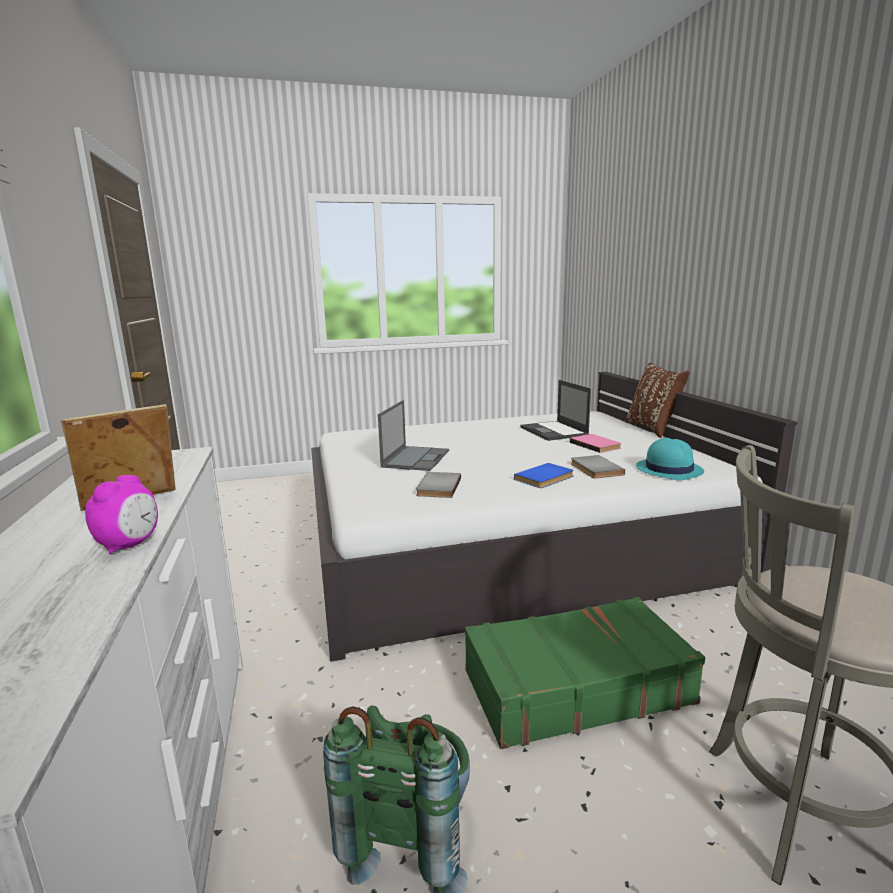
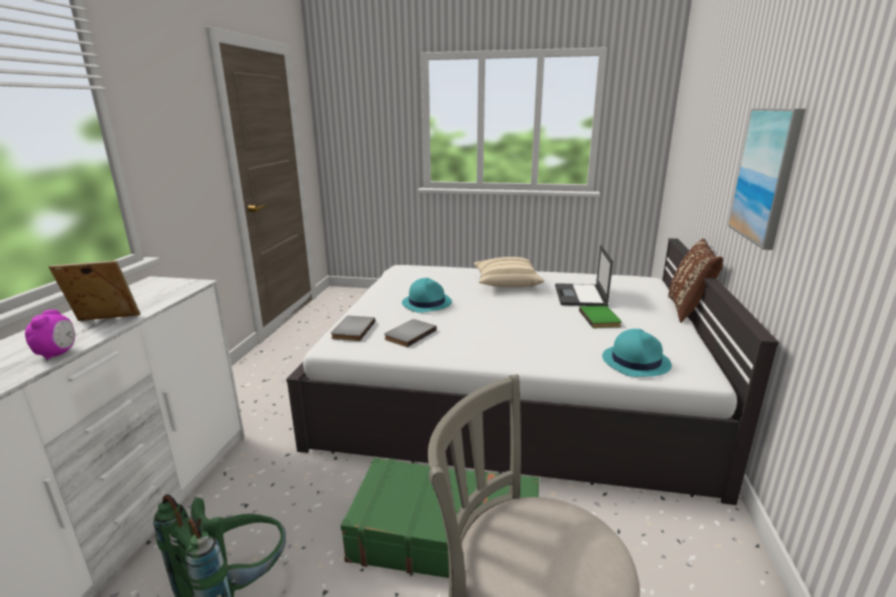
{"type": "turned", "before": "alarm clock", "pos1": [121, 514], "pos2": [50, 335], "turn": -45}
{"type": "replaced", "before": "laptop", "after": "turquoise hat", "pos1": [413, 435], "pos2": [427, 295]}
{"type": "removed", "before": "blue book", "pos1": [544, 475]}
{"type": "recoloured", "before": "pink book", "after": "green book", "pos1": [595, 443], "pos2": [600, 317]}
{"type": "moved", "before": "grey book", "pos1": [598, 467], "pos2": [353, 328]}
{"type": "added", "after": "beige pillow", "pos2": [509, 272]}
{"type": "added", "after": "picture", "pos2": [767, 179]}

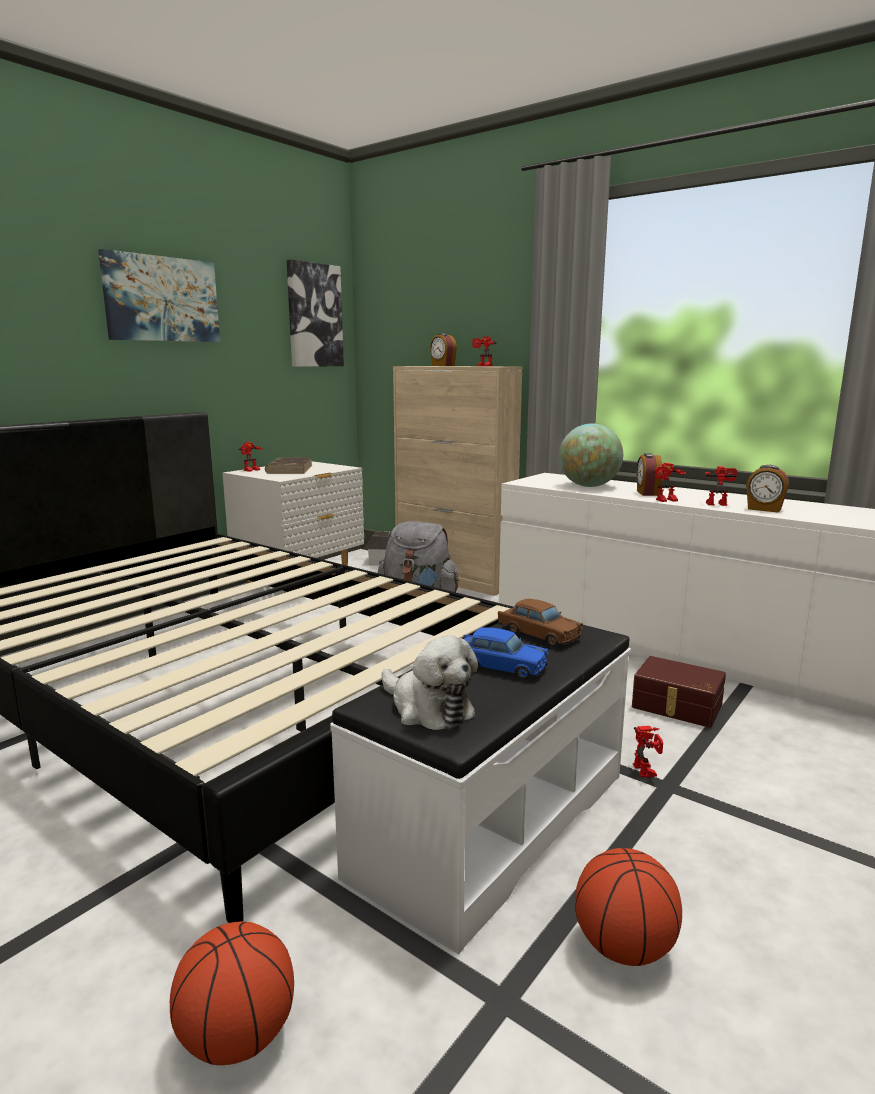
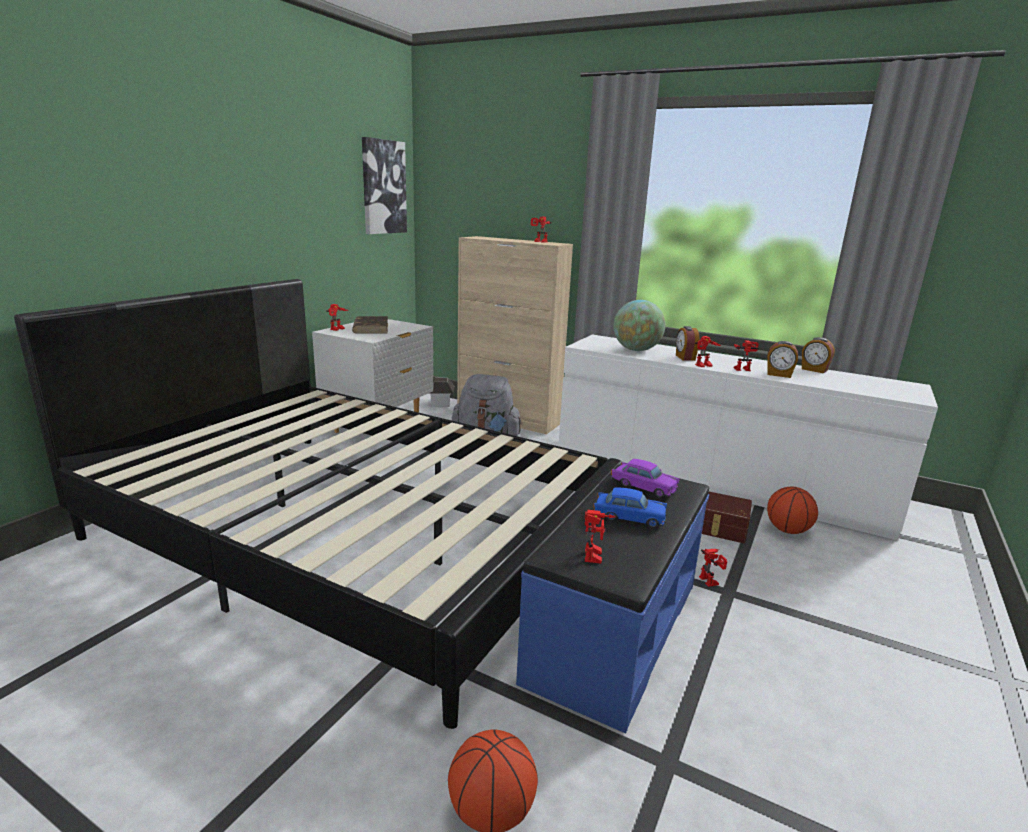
{"type": "removed", "before": "picture", "pos1": [159, 295]}
{"type": "recoloured", "before": "white bench", "after": "blue bench", "pos1": [480, 788], "pos2": [612, 599]}
{"type": "replaced", "before": "plush toy", "after": "toy robot", "pos1": [429, 683], "pos2": [600, 537]}
{"type": "moved", "before": "alarm clock", "pos1": [443, 349], "pos2": [818, 355]}
{"type": "recoloured", "before": "brown toy car", "after": "purple toy car", "pos1": [540, 623], "pos2": [645, 478]}
{"type": "moved", "before": "basketball", "pos1": [628, 907], "pos2": [792, 510]}

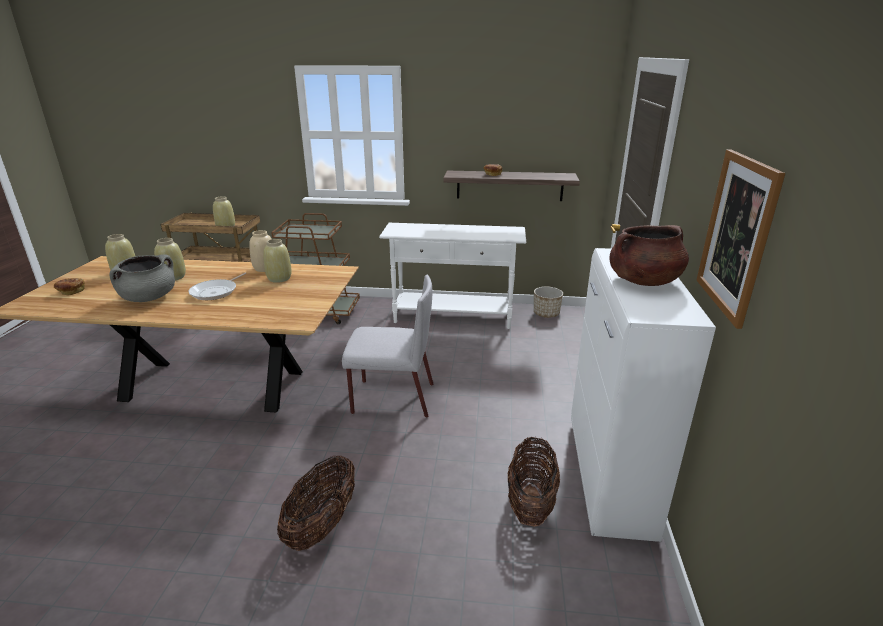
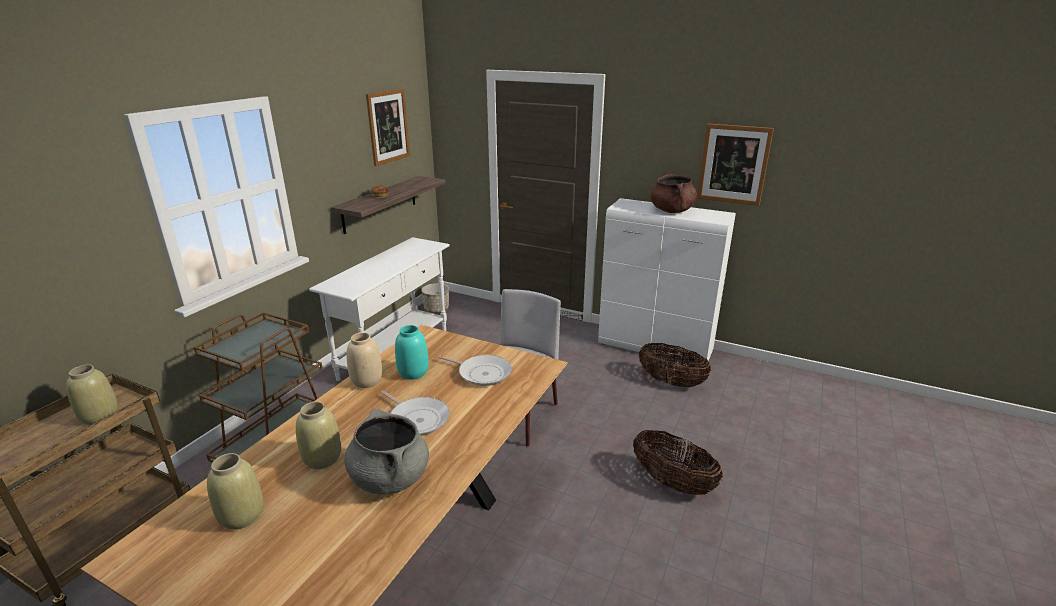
{"type": "removed", "before": "bread", "pos1": [69, 286]}
{"type": "recoloured", "before": "beige vase", "after": "turquoise vase", "pos1": [277, 261], "pos2": [412, 352]}
{"type": "added", "after": "picture", "pos2": [388, 127]}
{"type": "added", "after": "frying pan", "pos2": [475, 370]}

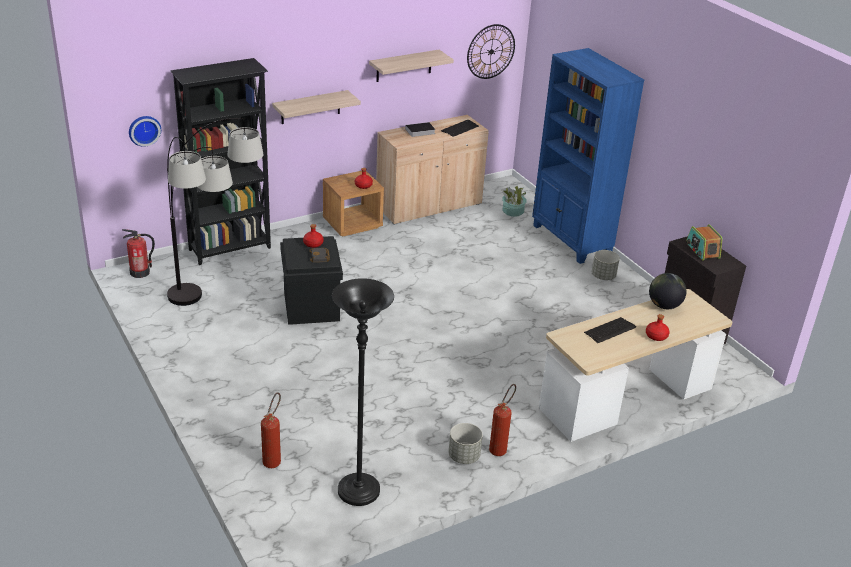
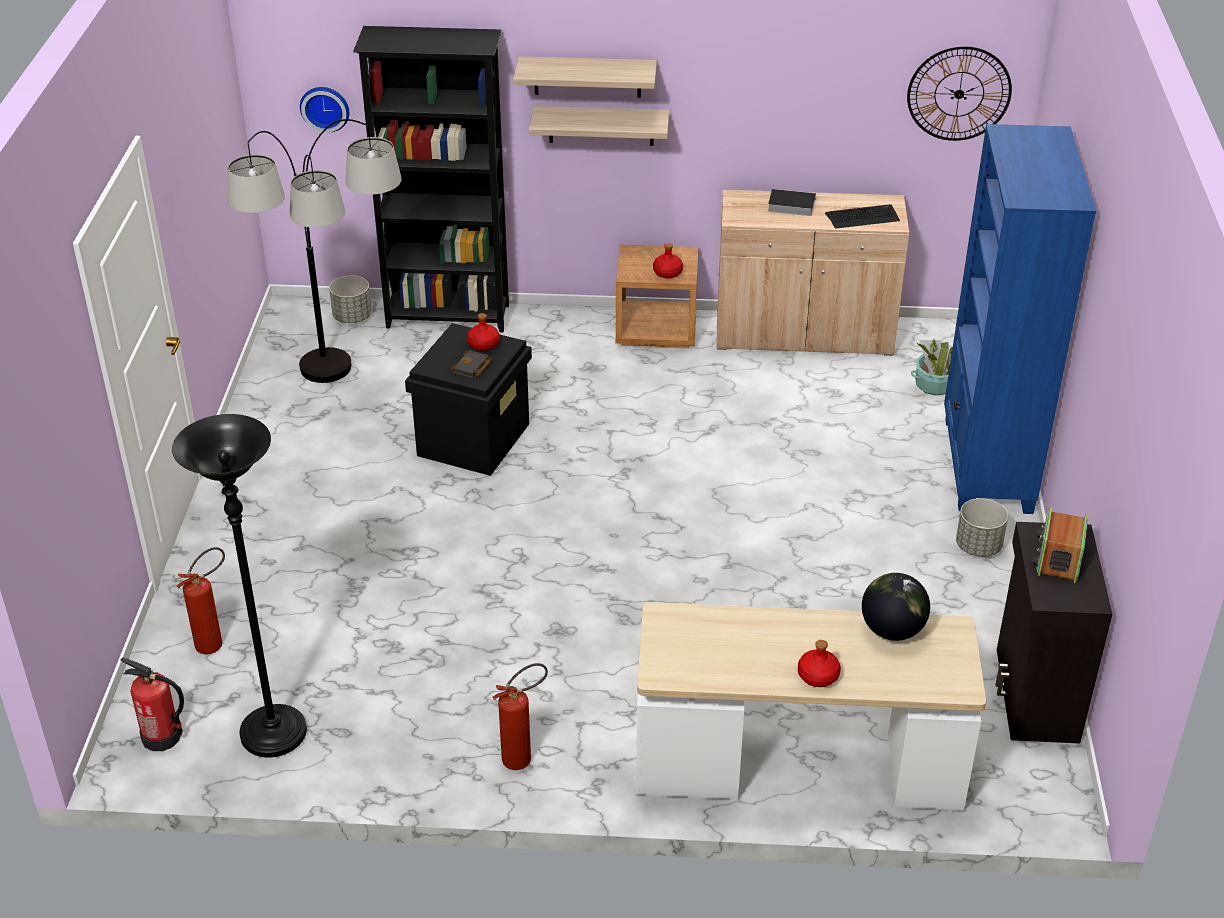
{"type": "moved", "before": "fire extinguisher", "pos1": [138, 253], "pos2": [152, 704]}
{"type": "moved", "before": "shelf", "pos1": [411, 66], "pos2": [585, 77]}
{"type": "moved", "before": "grey planter", "pos1": [465, 443], "pos2": [350, 299]}
{"type": "removed", "before": "keyboard", "pos1": [610, 330]}

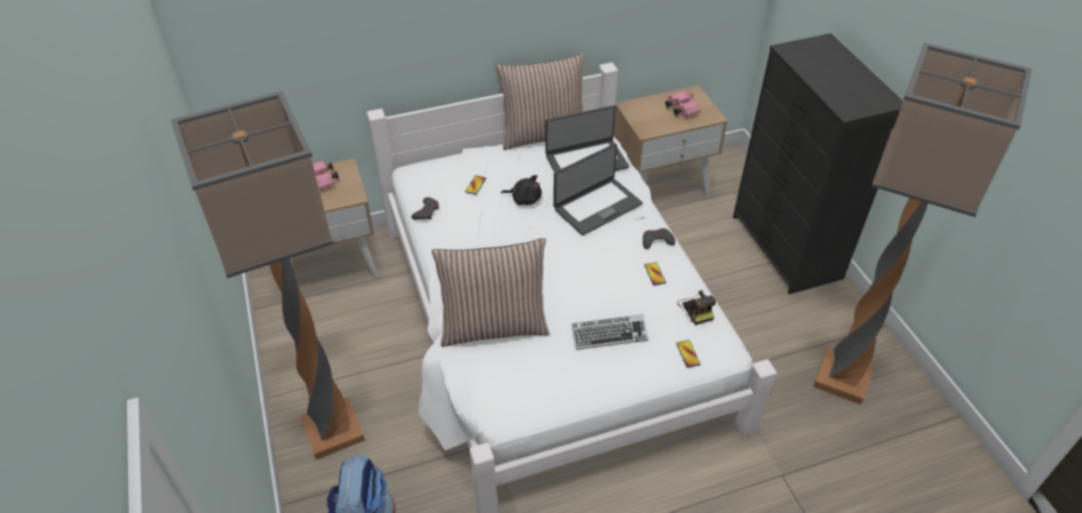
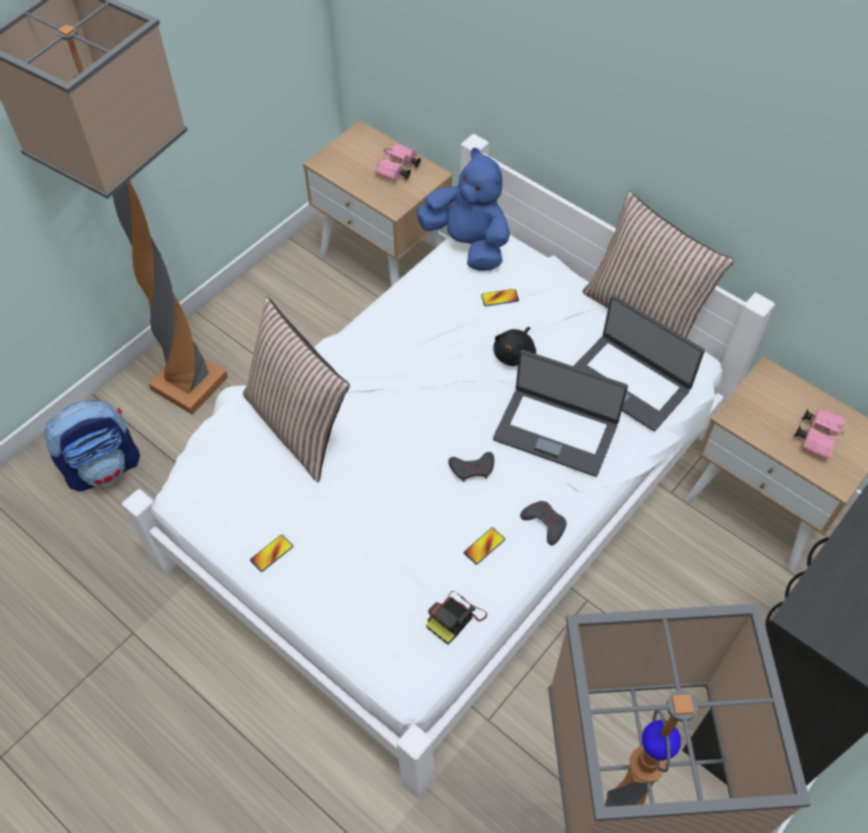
{"type": "moved", "before": "grey game controller", "pos1": [425, 208], "pos2": [471, 467]}
{"type": "turned", "before": "black plush toy", "pos1": [521, 190], "pos2": [514, 346], "turn": 45}
{"type": "removed", "before": "keyboard", "pos1": [610, 332]}
{"type": "moved", "before": "phone", "pos1": [688, 354], "pos2": [271, 553]}
{"type": "added", "after": "blue plush toy", "pos2": [463, 209]}

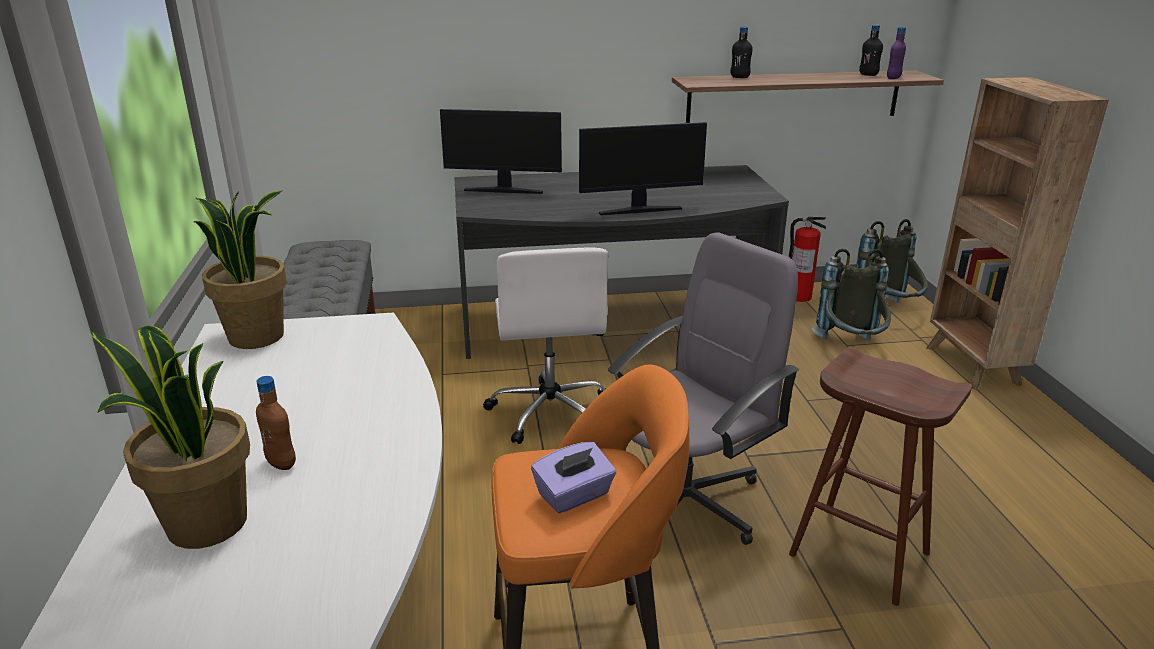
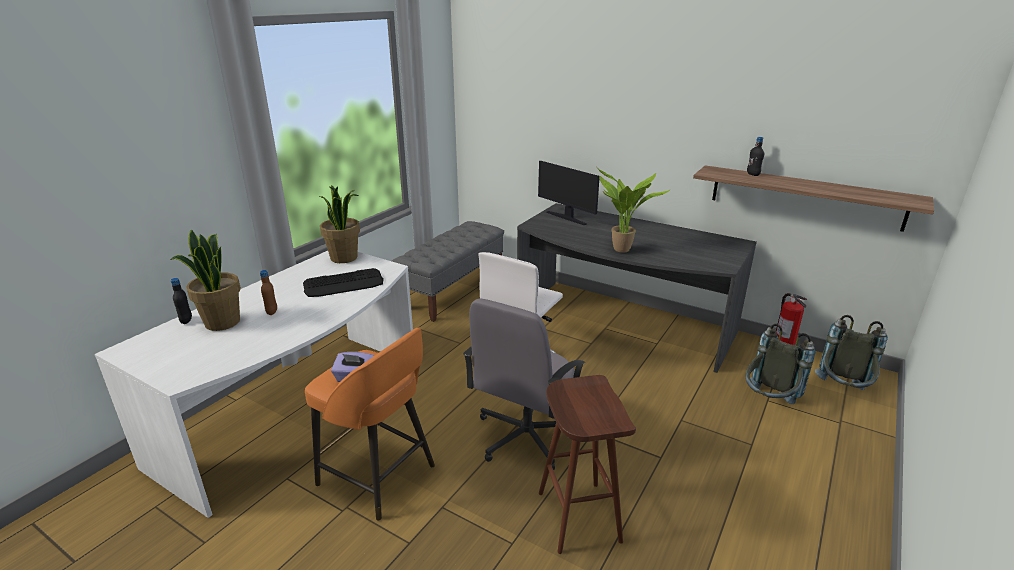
{"type": "replaced", "before": "monitor", "after": "potted plant", "pos1": [643, 168], "pos2": [634, 210]}
{"type": "turned", "before": "grey office chair", "pos1": [703, 389], "pos2": [524, 384], "turn": 120}
{"type": "moved", "before": "black bottle", "pos1": [871, 50], "pos2": [181, 301]}
{"type": "removed", "before": "purple bottle", "pos1": [896, 53]}
{"type": "removed", "before": "brown bookcase", "pos1": [1017, 233]}
{"type": "added", "after": "keyboard", "pos2": [343, 282]}

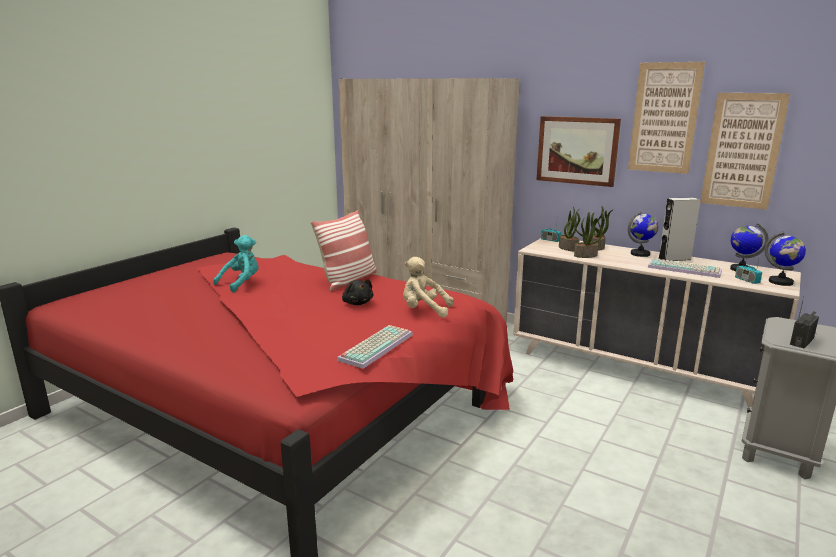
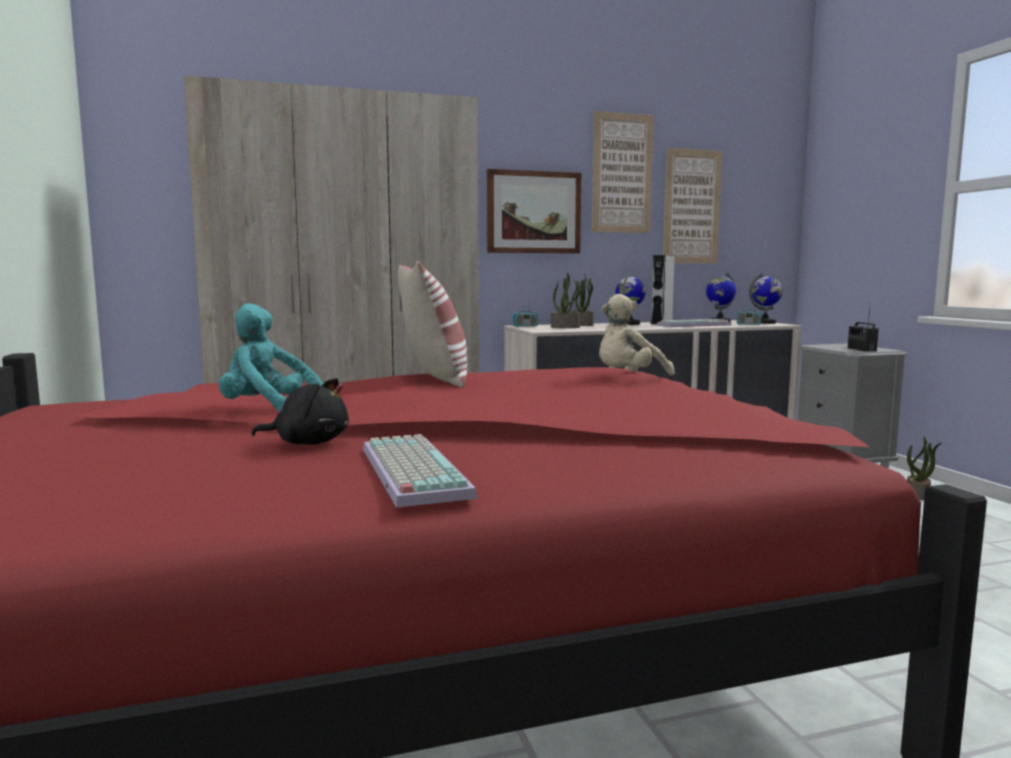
{"type": "turned", "before": "turquoise plush toy", "pos1": [236, 263], "pos2": [270, 357], "turn": -60}
{"type": "moved", "before": "keyboard", "pos1": [375, 347], "pos2": [420, 471]}
{"type": "moved", "before": "black plush toy", "pos1": [357, 292], "pos2": [300, 411]}
{"type": "moved", "before": "potted plant", "pos1": [588, 235], "pos2": [924, 468]}

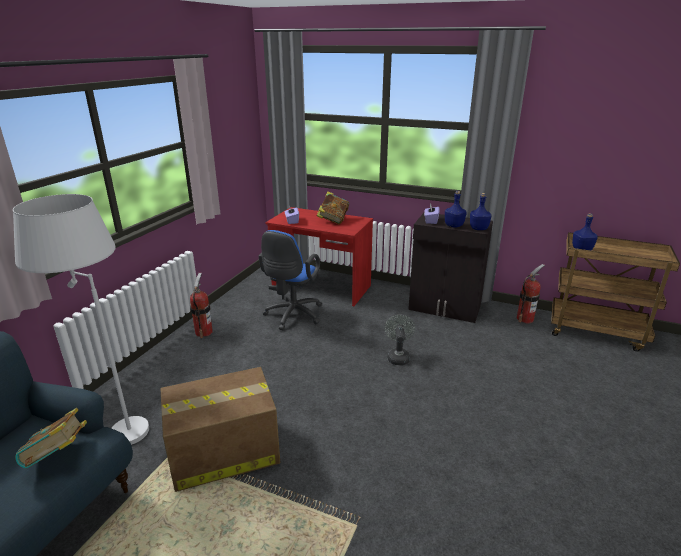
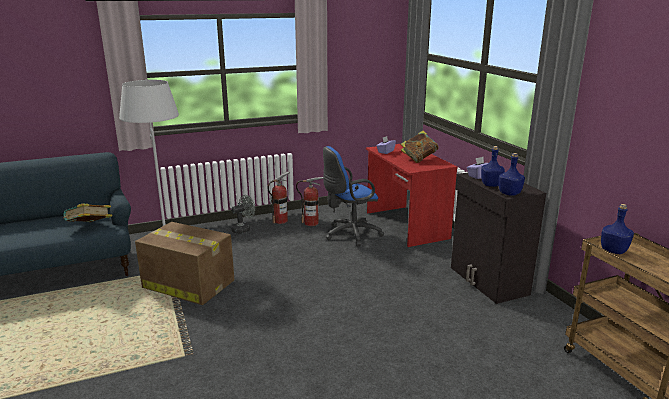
{"type": "moved", "before": "grey fan", "pos1": [400, 340], "pos2": [243, 214]}
{"type": "moved", "before": "fire extinguisher", "pos1": [531, 293], "pos2": [310, 201]}

